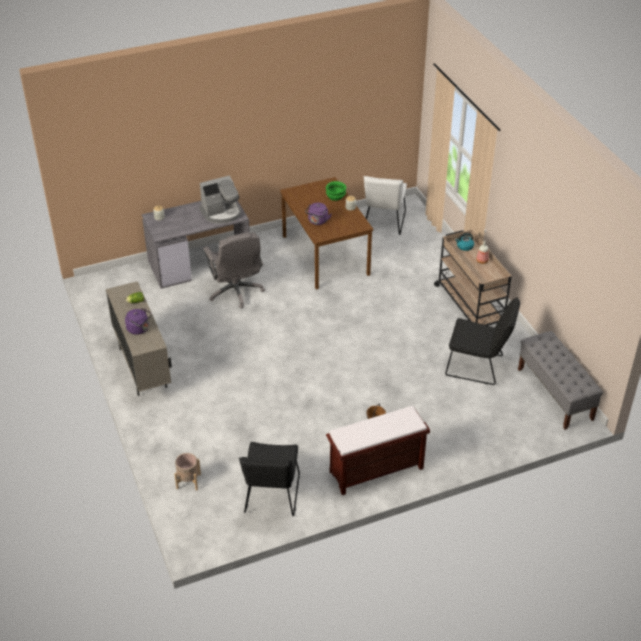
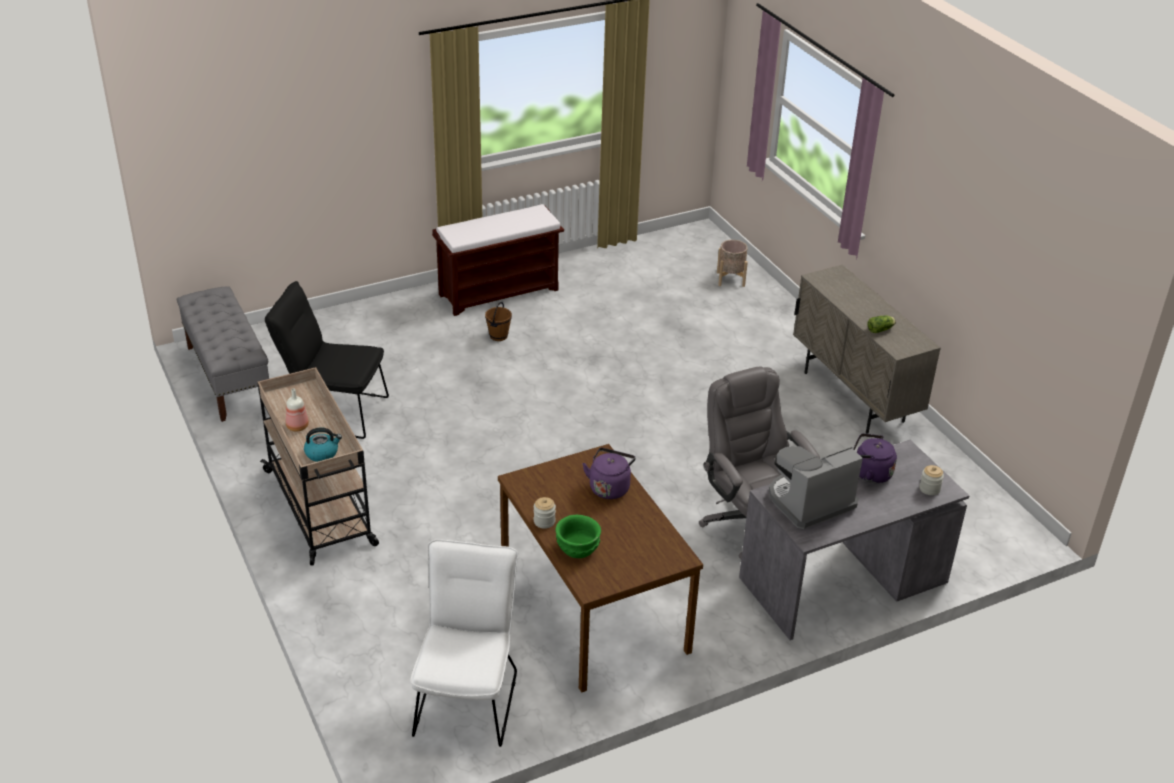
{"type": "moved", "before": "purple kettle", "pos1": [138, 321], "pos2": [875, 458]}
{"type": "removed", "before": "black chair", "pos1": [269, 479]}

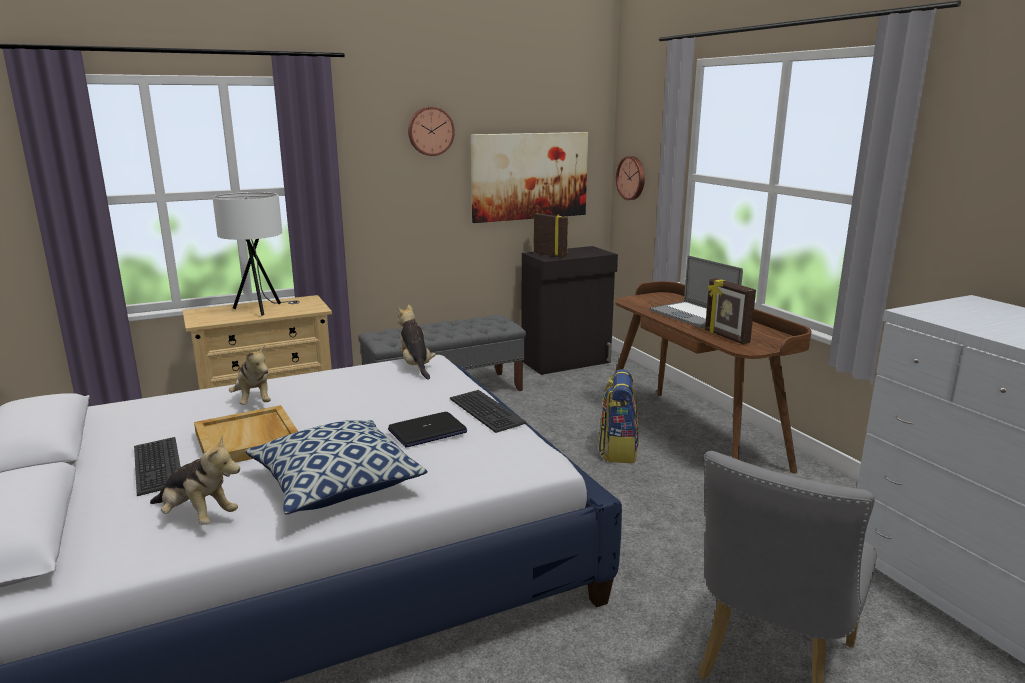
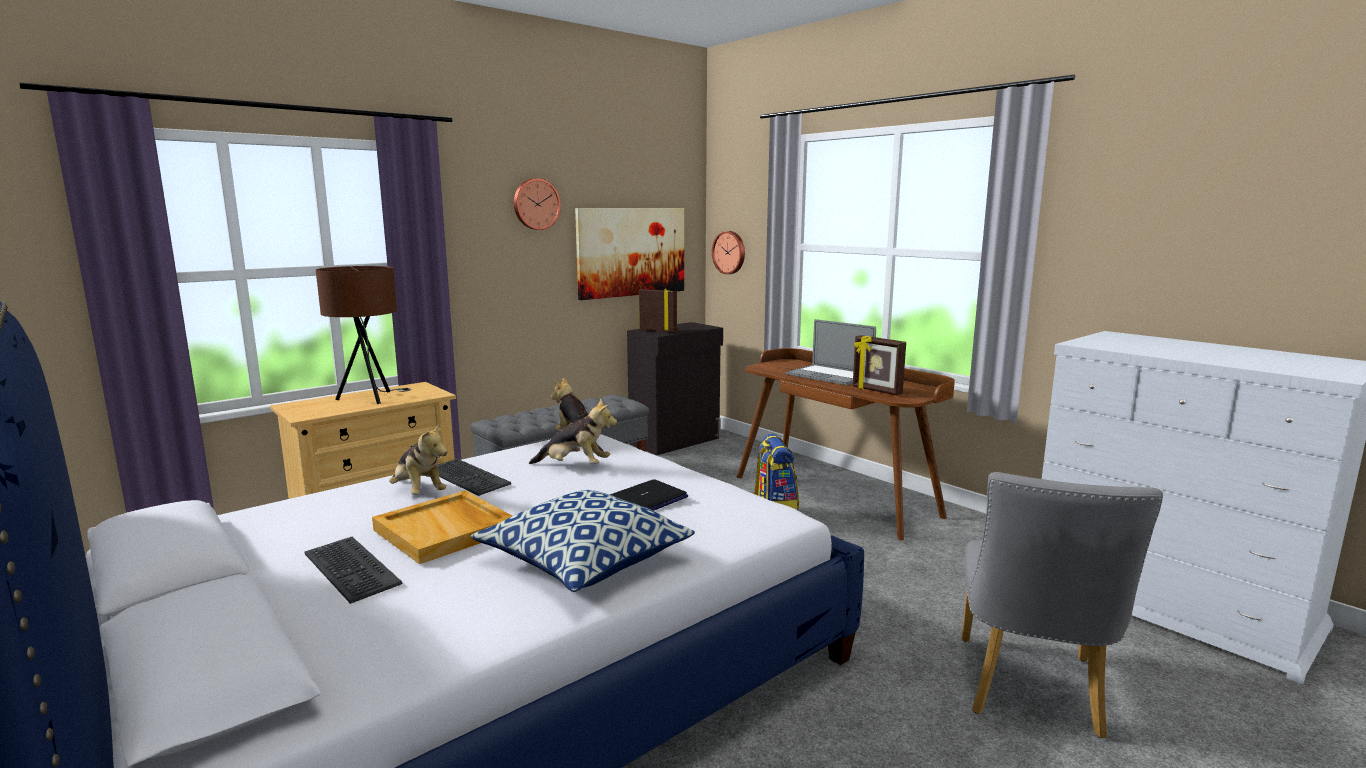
{"type": "moved", "before": "plush toy", "pos1": [195, 480], "pos2": [573, 431]}
{"type": "recoloured", "before": "white table lamp", "after": "brown table lamp", "pos1": [256, 254], "pos2": [363, 335]}
{"type": "moved", "before": "keyboard", "pos1": [488, 411], "pos2": [474, 477]}

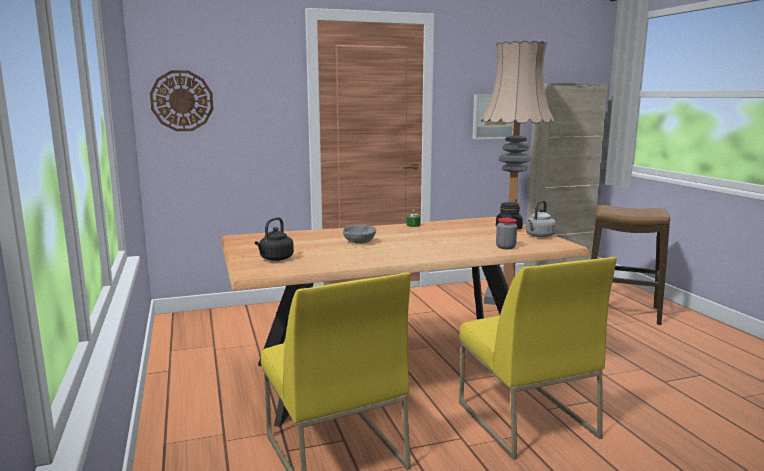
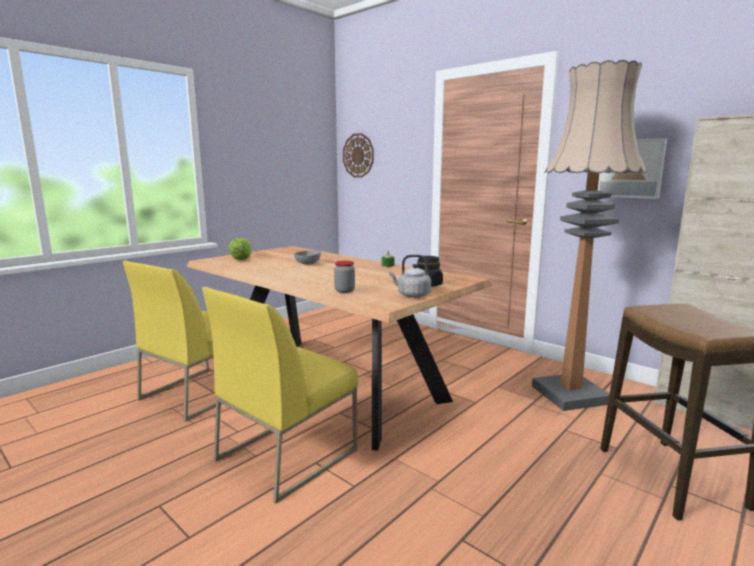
{"type": "replaced", "before": "black kettle", "after": "lettuce", "pos1": [274, 239], "pos2": [240, 249]}

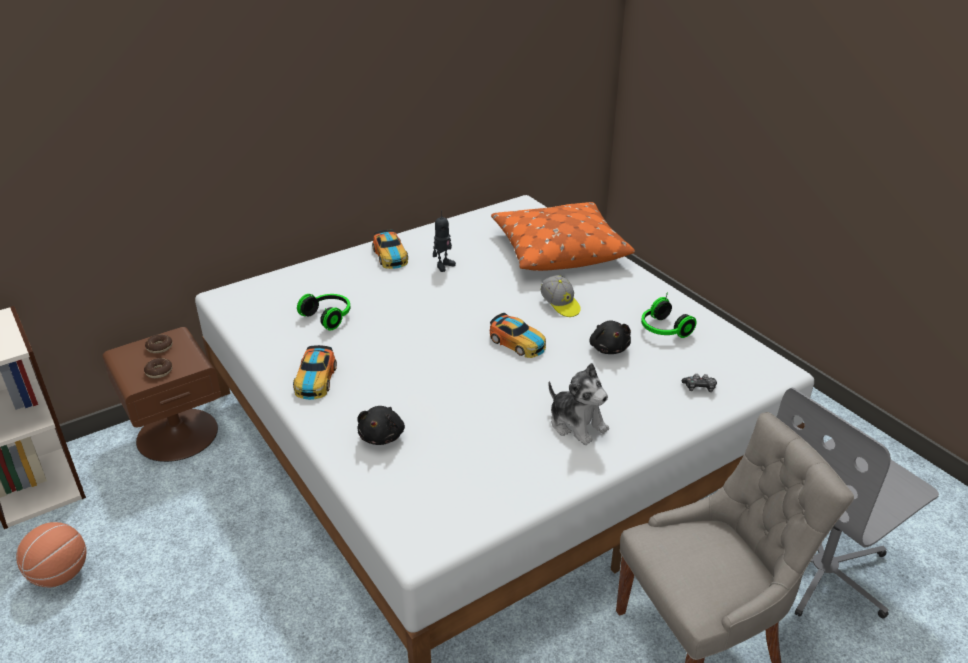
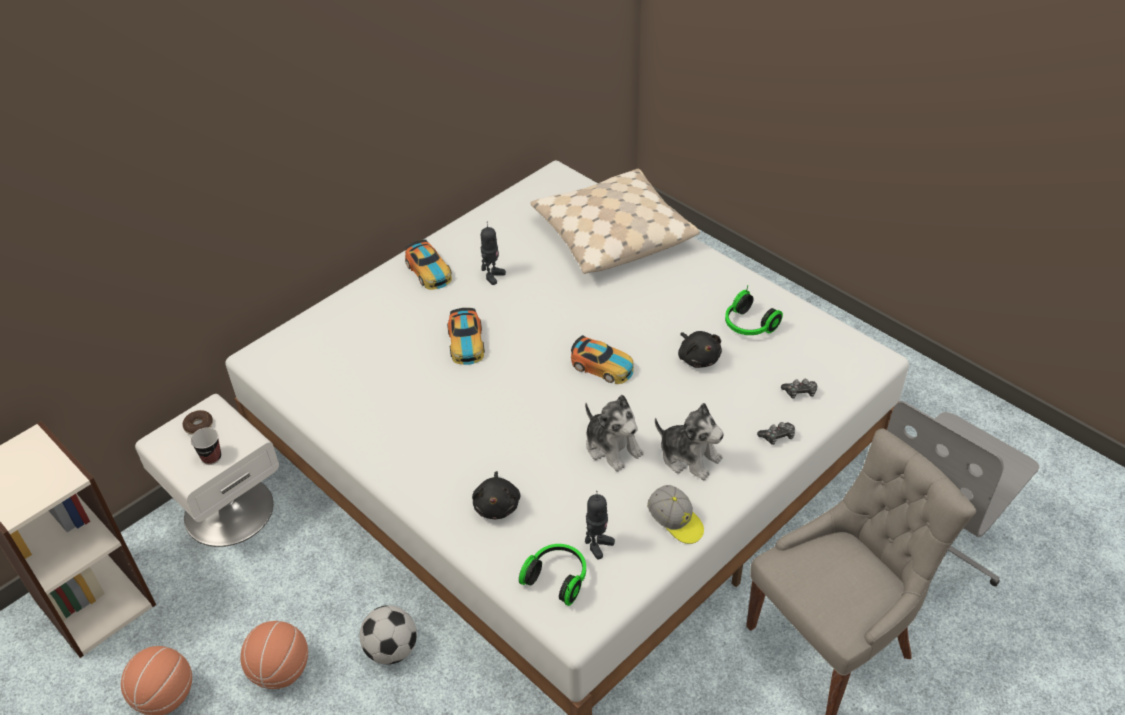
{"type": "recoloured", "before": "brown nightstand", "after": "white nightstand", "pos1": [161, 394], "pos2": [207, 470]}
{"type": "replaced", "before": "donut", "after": "cup", "pos1": [158, 368], "pos2": [205, 446]}
{"type": "moved", "before": "toy car", "pos1": [315, 372], "pos2": [466, 336]}
{"type": "moved", "before": "headphones", "pos1": [323, 312], "pos2": [552, 575]}
{"type": "recoloured", "before": "orange pillow", "after": "beige pillow", "pos1": [563, 236], "pos2": [615, 221]}
{"type": "moved", "before": "cap", "pos1": [560, 296], "pos2": [675, 514]}
{"type": "added", "after": "basketball", "pos2": [274, 655]}
{"type": "added", "after": "football", "pos2": [388, 635]}
{"type": "added", "after": "plush toy", "pos2": [614, 433]}
{"type": "added", "after": "toy robot", "pos2": [600, 525]}
{"type": "added", "after": "game controller", "pos2": [776, 433]}

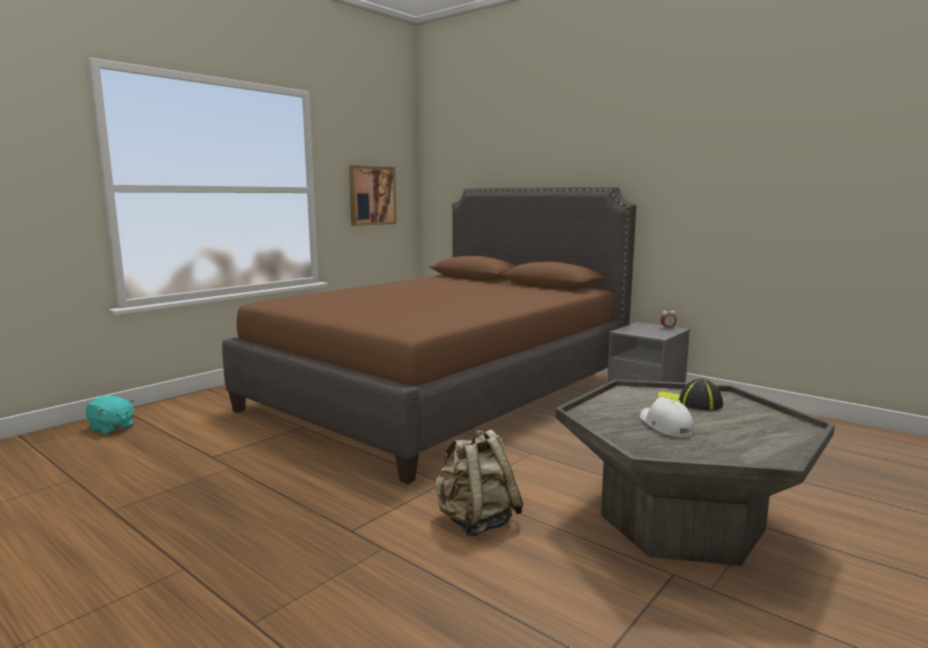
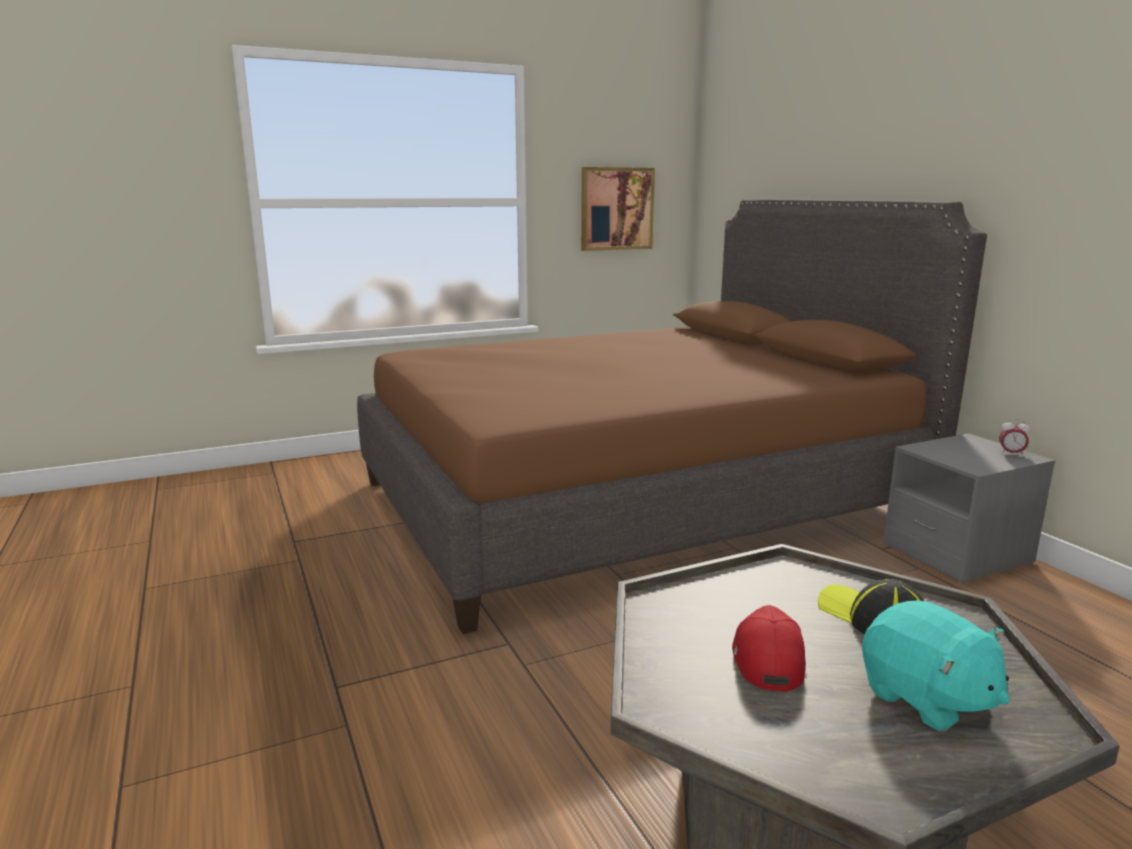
{"type": "moved", "before": "turquoise plush toy", "pos1": [110, 415], "pos2": [936, 666]}
{"type": "removed", "before": "beige backpack", "pos1": [478, 483]}
{"type": "recoloured", "before": "white cap", "after": "red cap", "pos1": [667, 417], "pos2": [769, 648]}

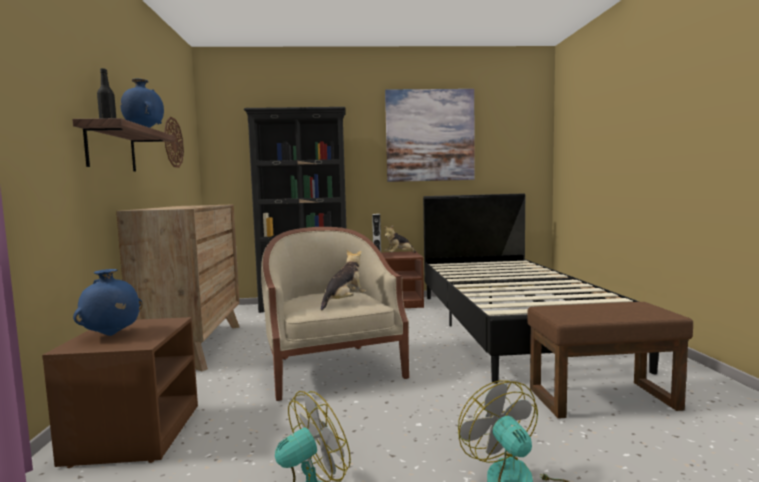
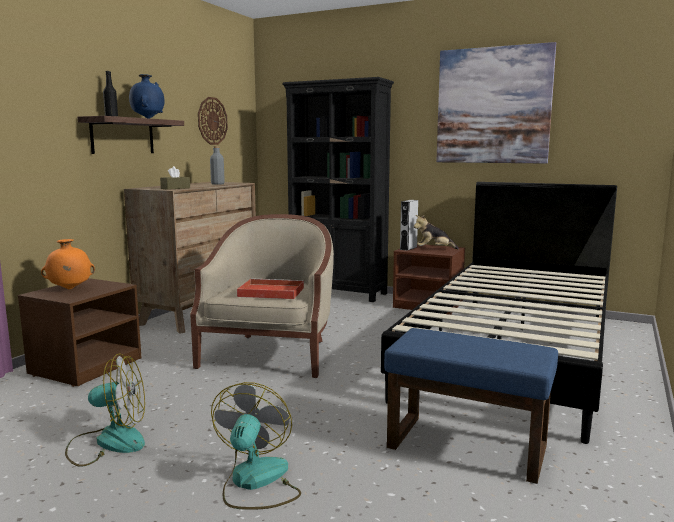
{"type": "recoloured", "before": "blue vase", "after": "orange vase", "pos1": [108, 302], "pos2": [68, 264]}
{"type": "replaced", "before": "plush toy", "after": "red tray", "pos1": [343, 280], "pos2": [270, 288]}
{"type": "recoloured", "before": "brown ottoman", "after": "blue ottoman", "pos1": [610, 360], "pos2": [471, 406]}
{"type": "added", "after": "brown tissue box", "pos2": [175, 178]}
{"type": "added", "after": "grey bottle", "pos2": [217, 165]}

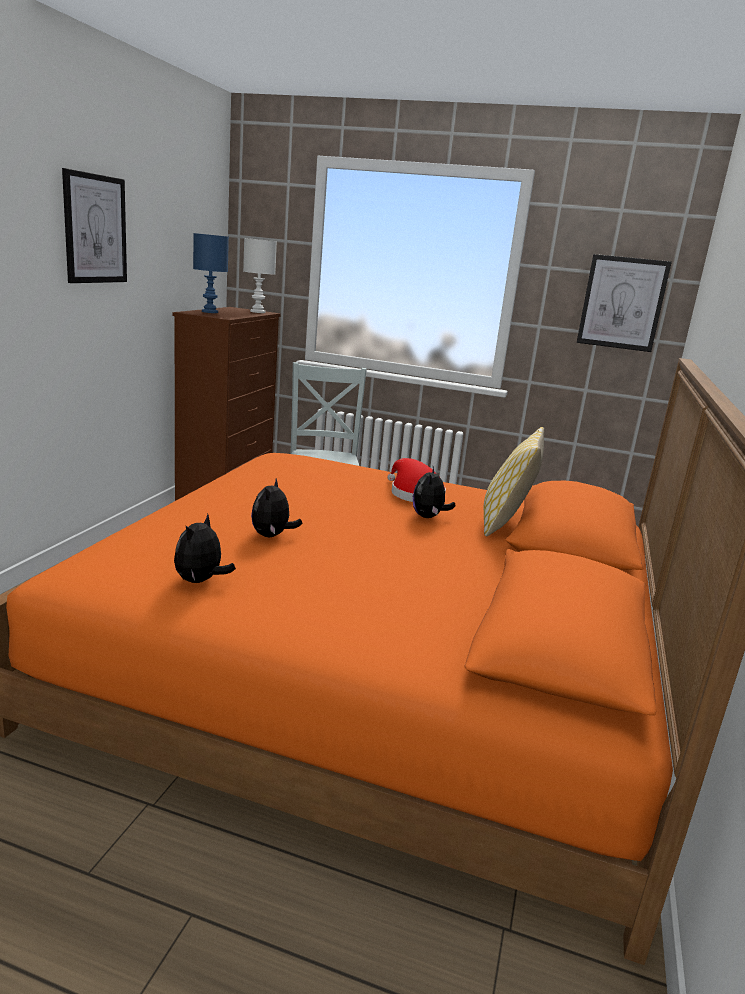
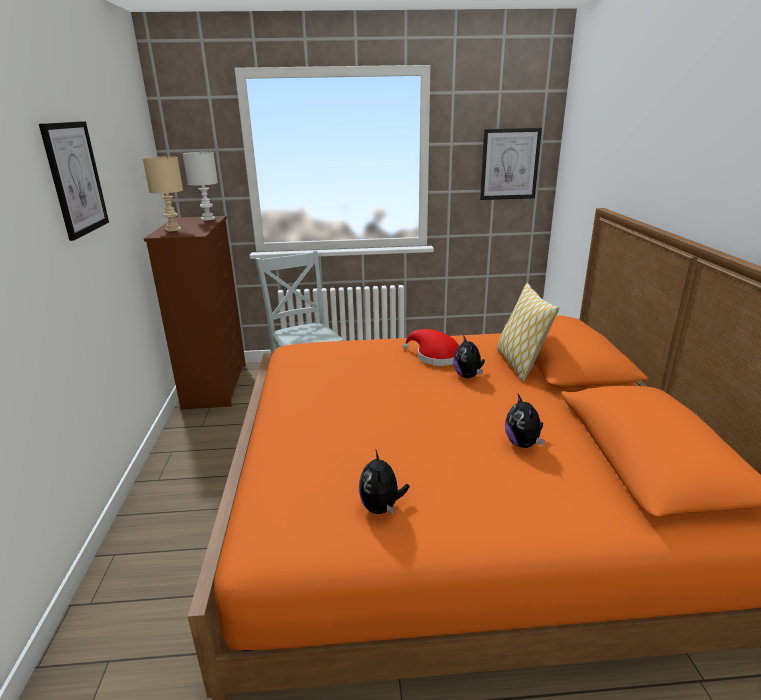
{"type": "recoloured", "before": "blue table lamp", "after": "beige table lamp", "pos1": [211, 273], "pos2": [163, 193]}
{"type": "moved", "before": "plush toy", "pos1": [276, 508], "pos2": [525, 421]}

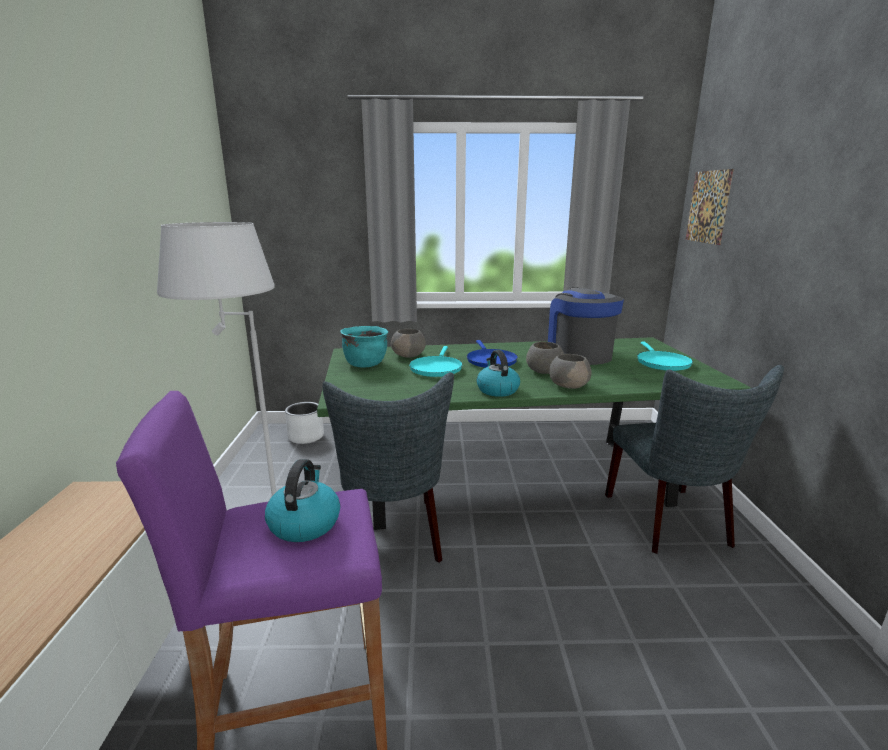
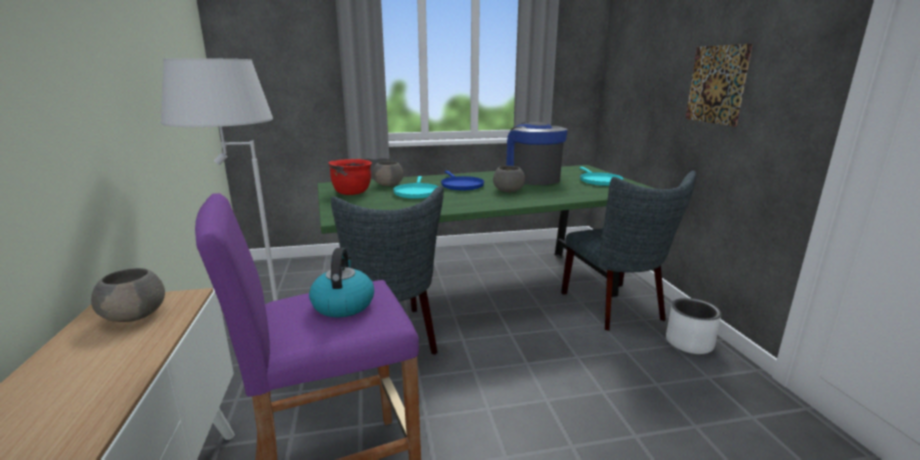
{"type": "moved", "before": "white planter", "pos1": [304, 423], "pos2": [693, 326]}
{"type": "recoloured", "before": "turquoise cooking pot", "after": "red cooking pot", "pos1": [364, 347], "pos2": [350, 177]}
{"type": "removed", "before": "kettle", "pos1": [498, 373]}
{"type": "moved", "before": "grey bowl", "pos1": [570, 371], "pos2": [128, 295]}
{"type": "moved", "before": "picture", "pos1": [710, 207], "pos2": [719, 85]}

